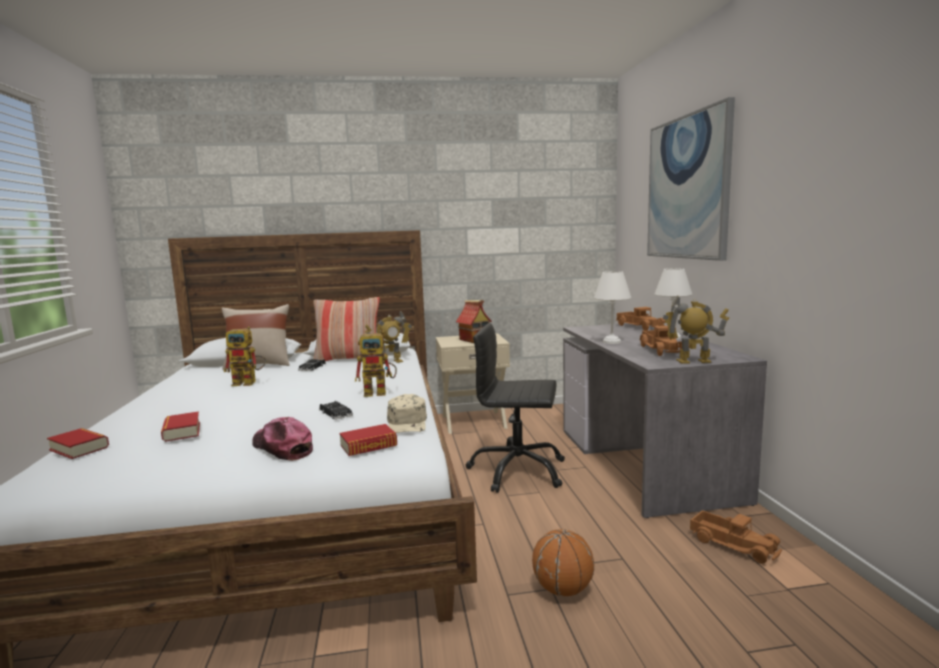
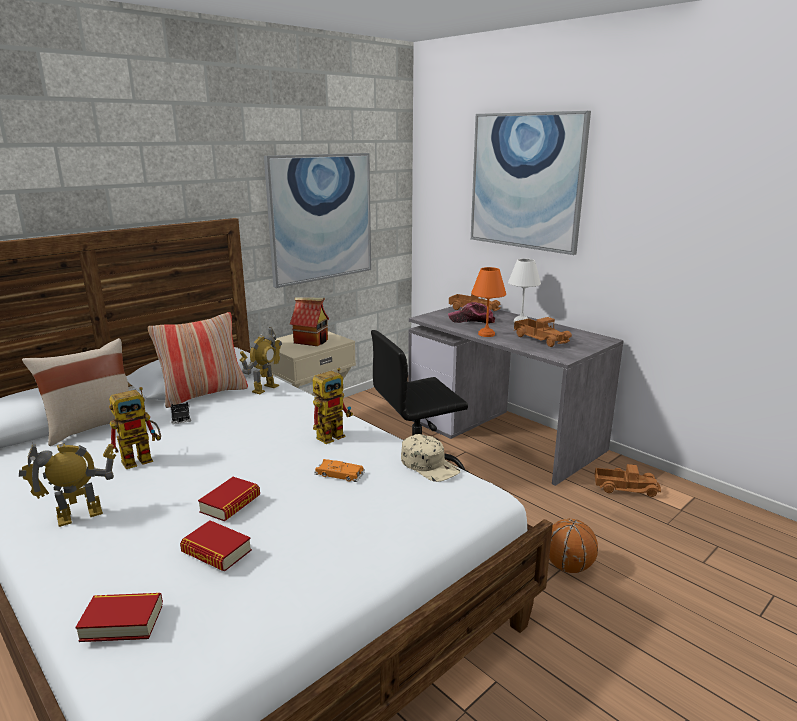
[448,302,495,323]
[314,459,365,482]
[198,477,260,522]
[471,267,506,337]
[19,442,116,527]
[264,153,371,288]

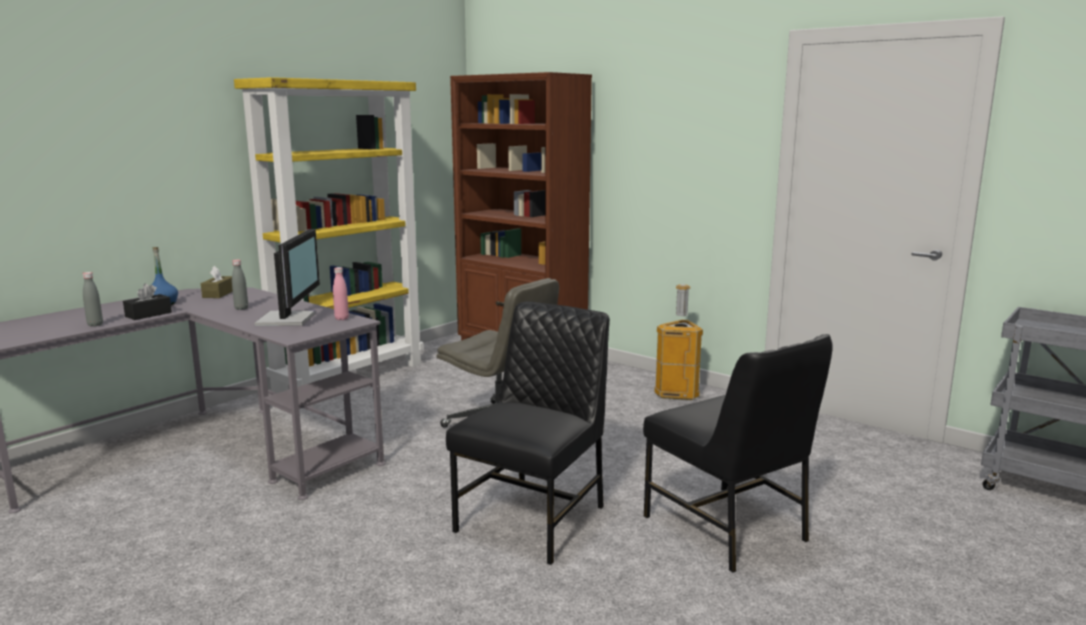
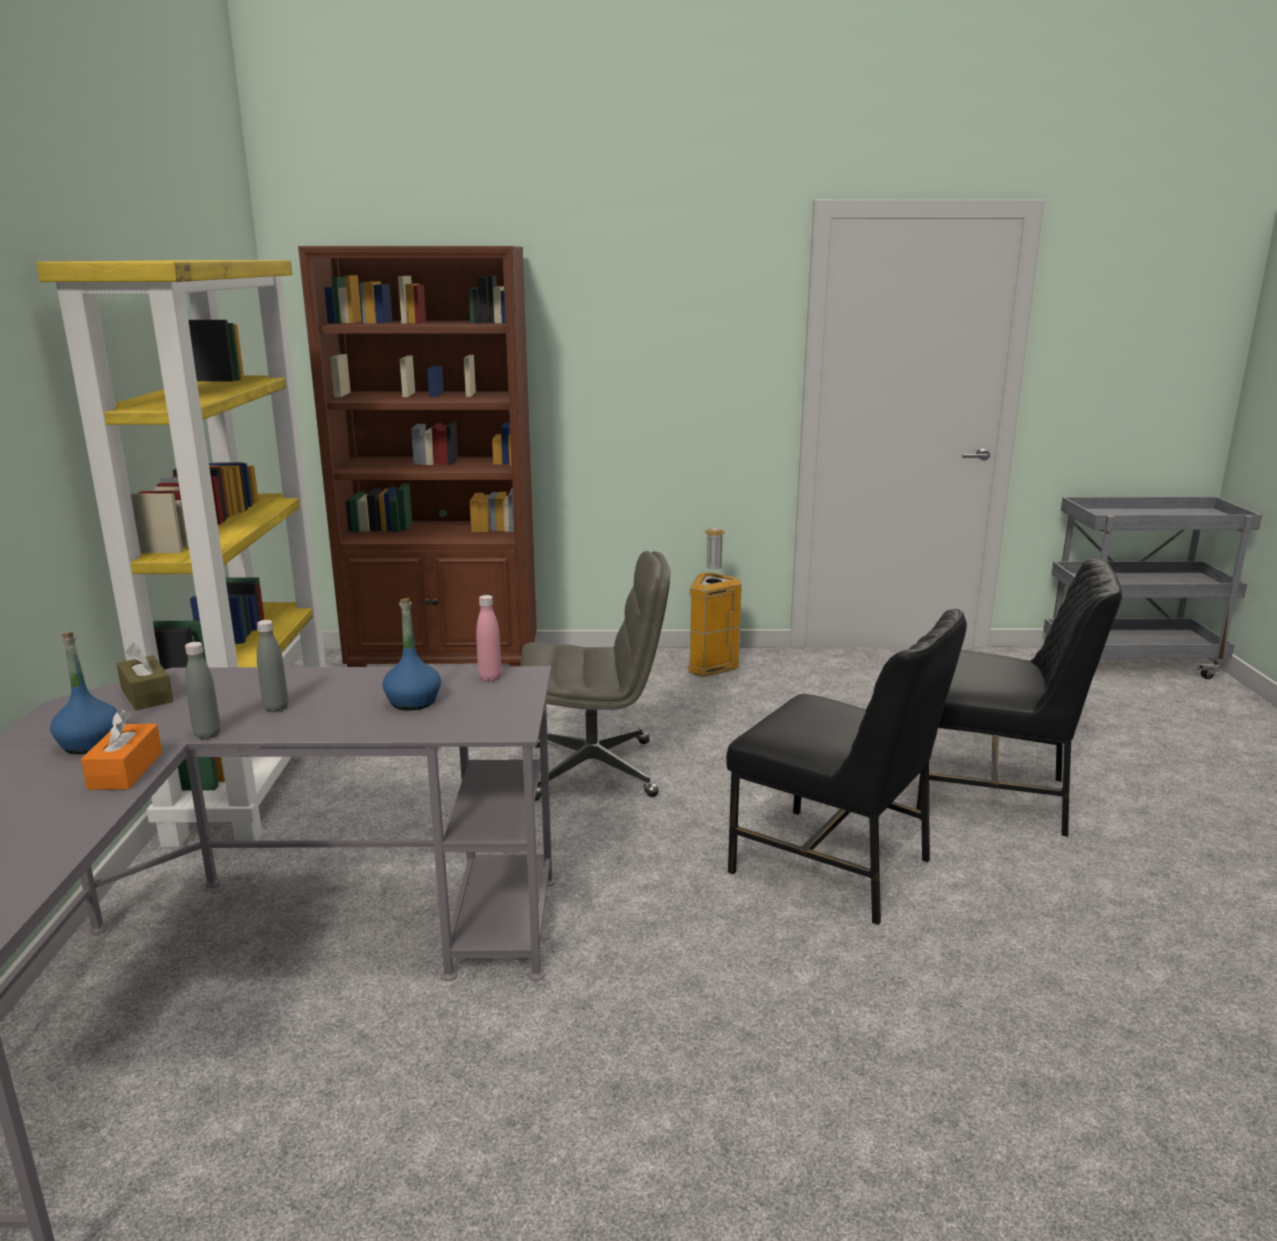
[185,642,221,739]
[81,710,162,790]
[382,598,441,711]
[726,609,967,925]

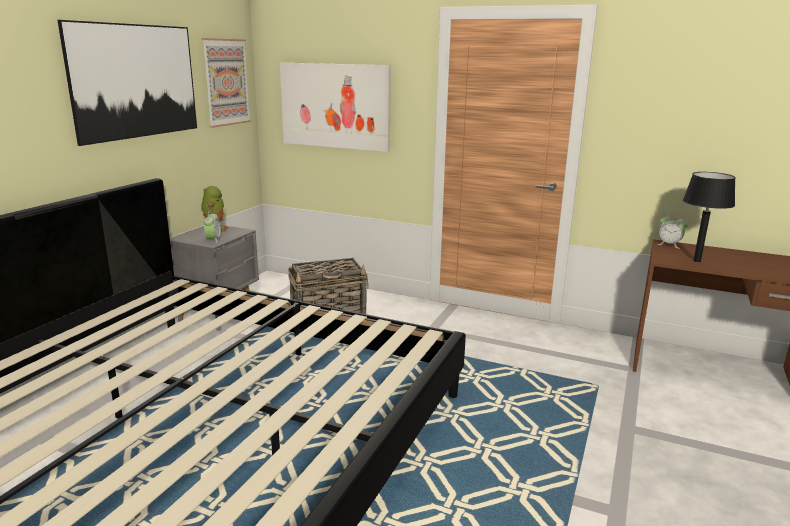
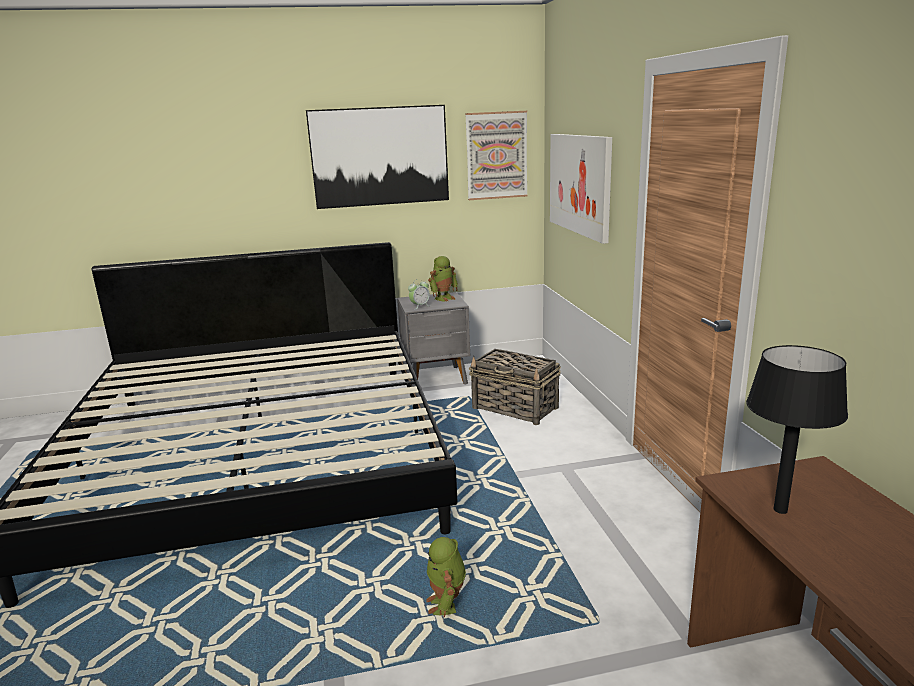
[657,213,688,249] (first image)
[426,537,466,617]

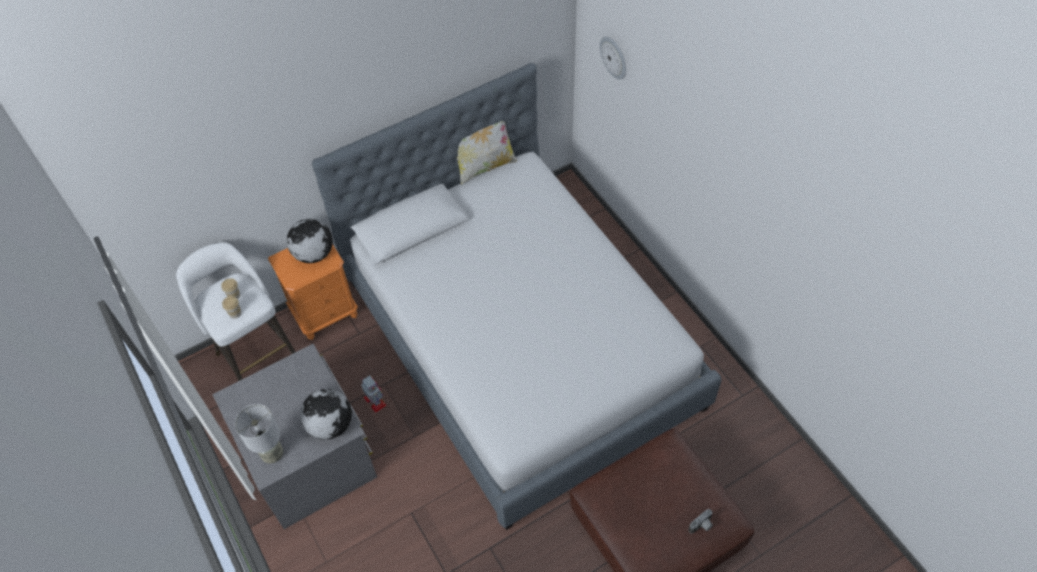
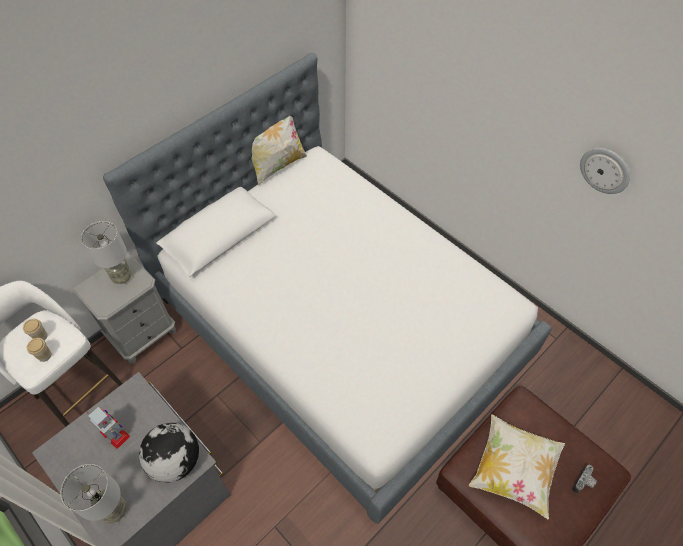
[73,253,176,363]
[81,221,132,284]
[87,407,130,449]
[580,148,630,194]
[469,414,565,520]

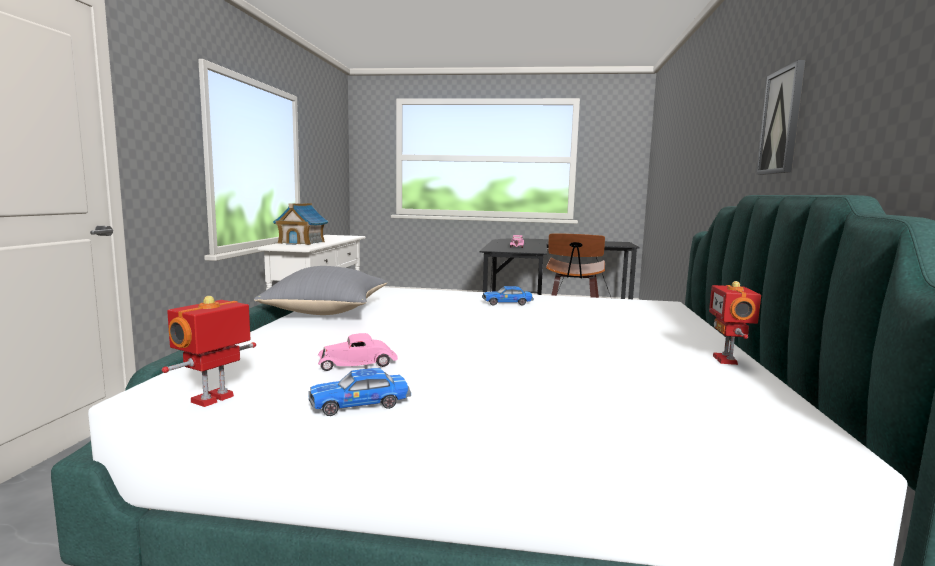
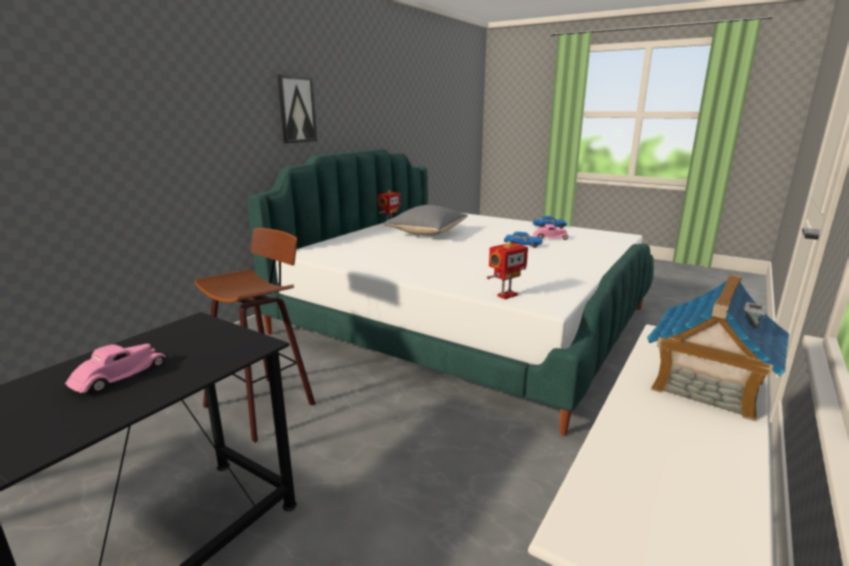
[487,241,528,299]
[383,205,468,236]
[504,232,543,248]

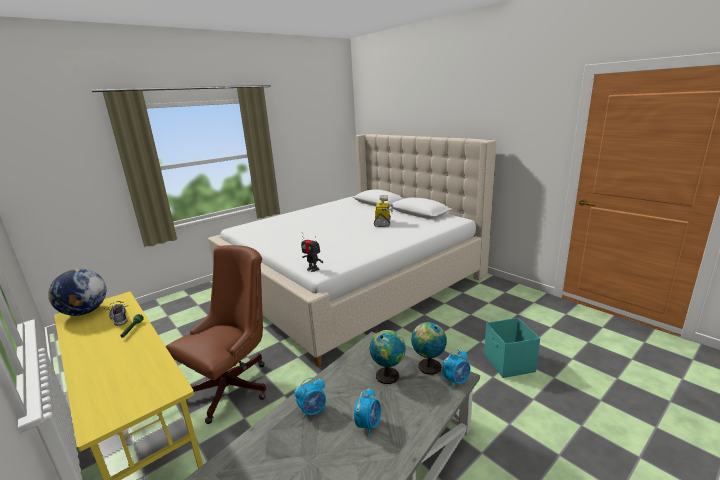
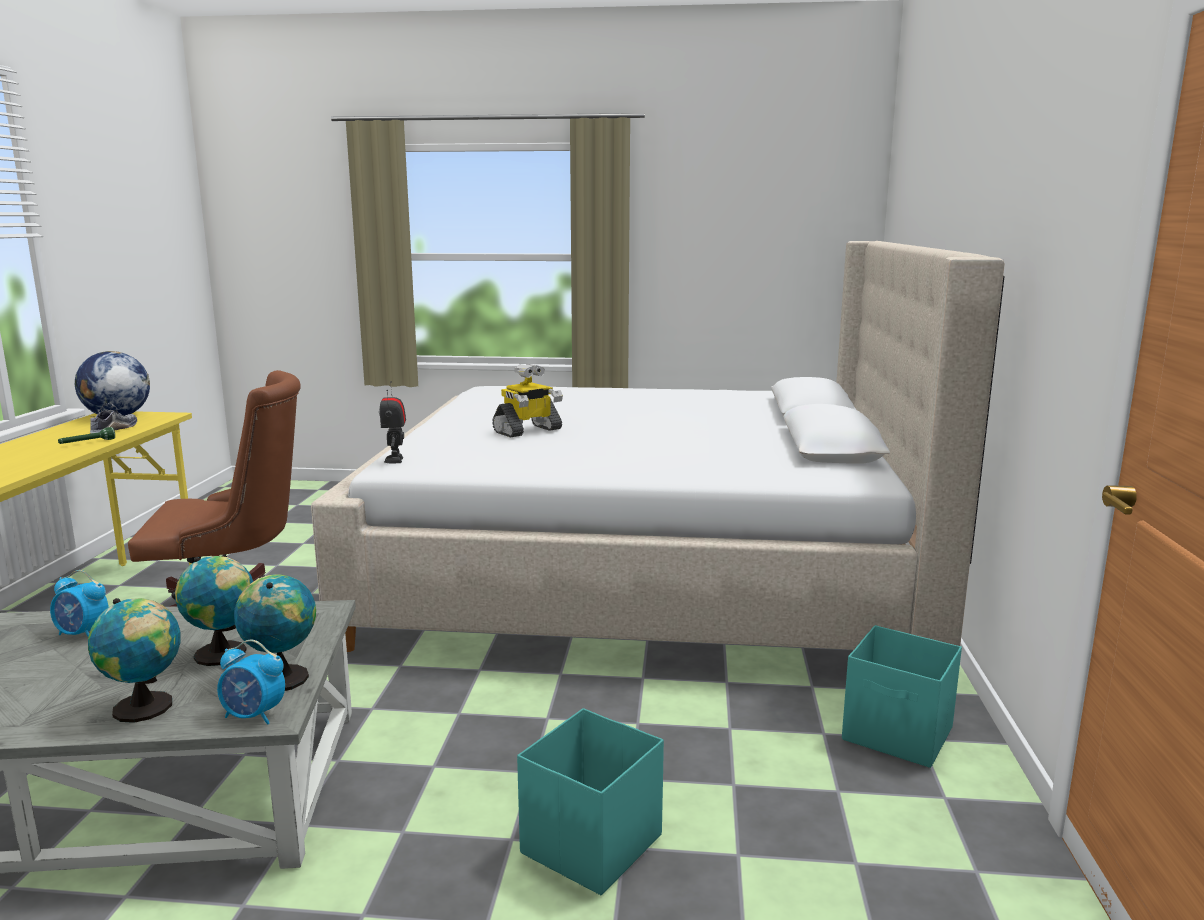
[354,388,381,436] (first image)
[492,363,563,437]
[88,598,181,723]
[842,625,962,768]

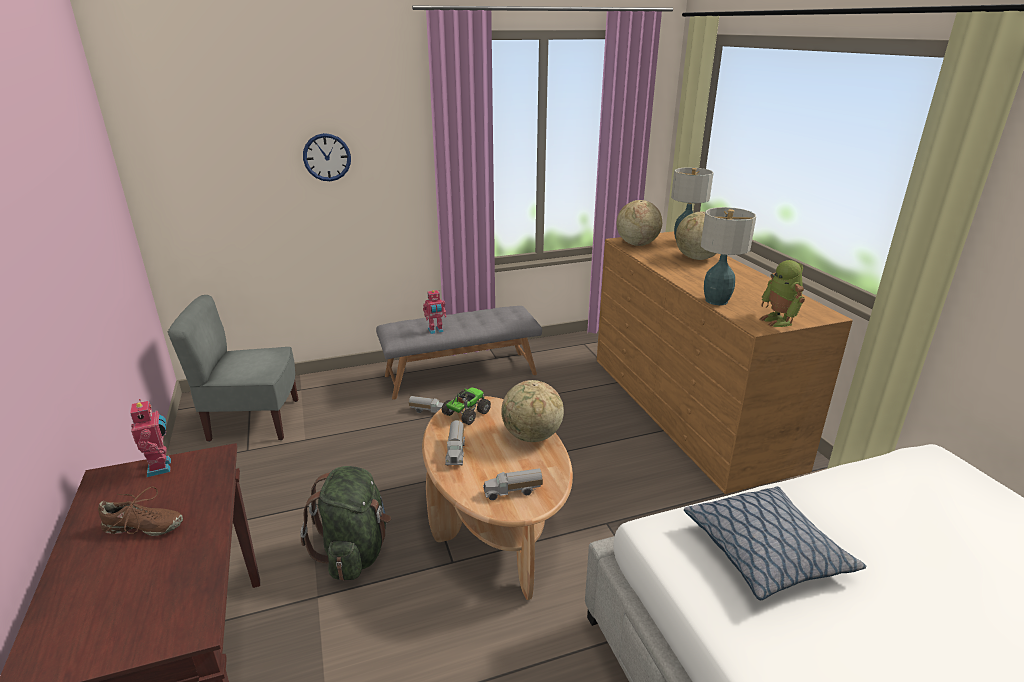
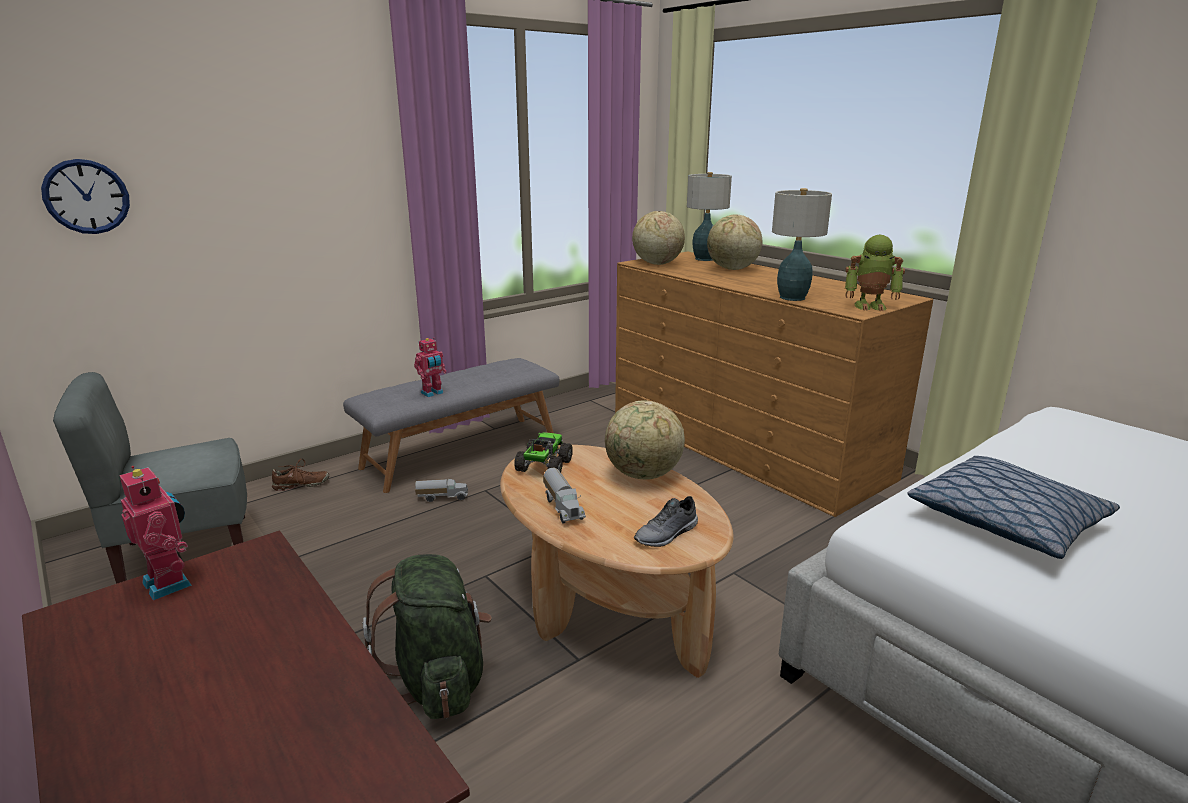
[272,459,329,491]
[41,159,130,234]
[634,496,698,547]
[845,235,905,311]

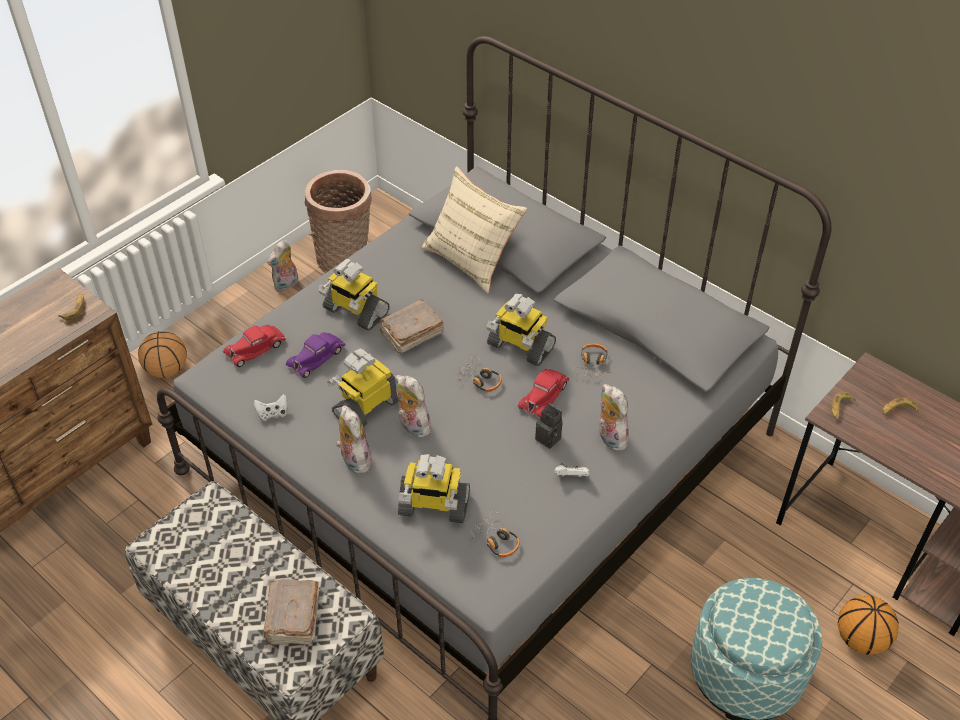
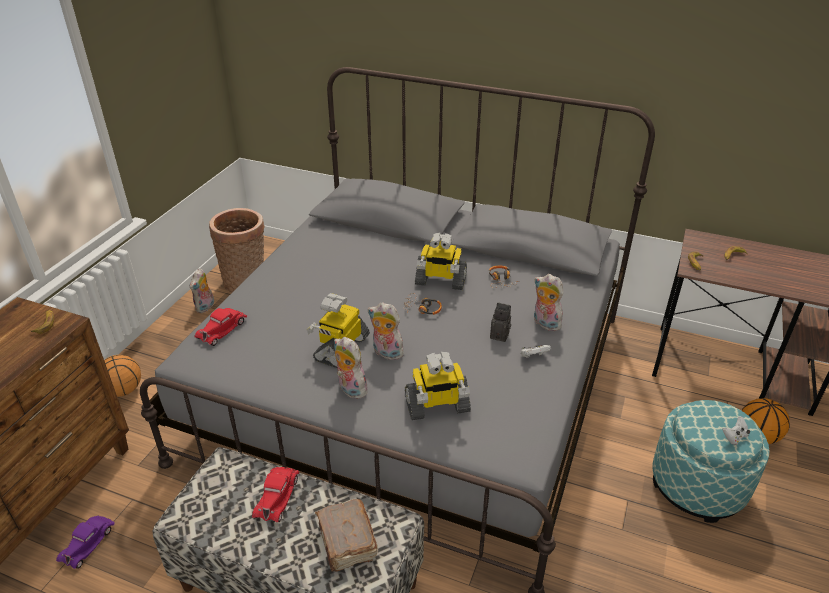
[722,416,750,445]
[56,516,115,569]
[318,259,389,331] (first image)
[379,299,444,354] (first image)
[422,166,527,293] (first image)
[470,511,520,557] (first image)
[252,467,299,522]

